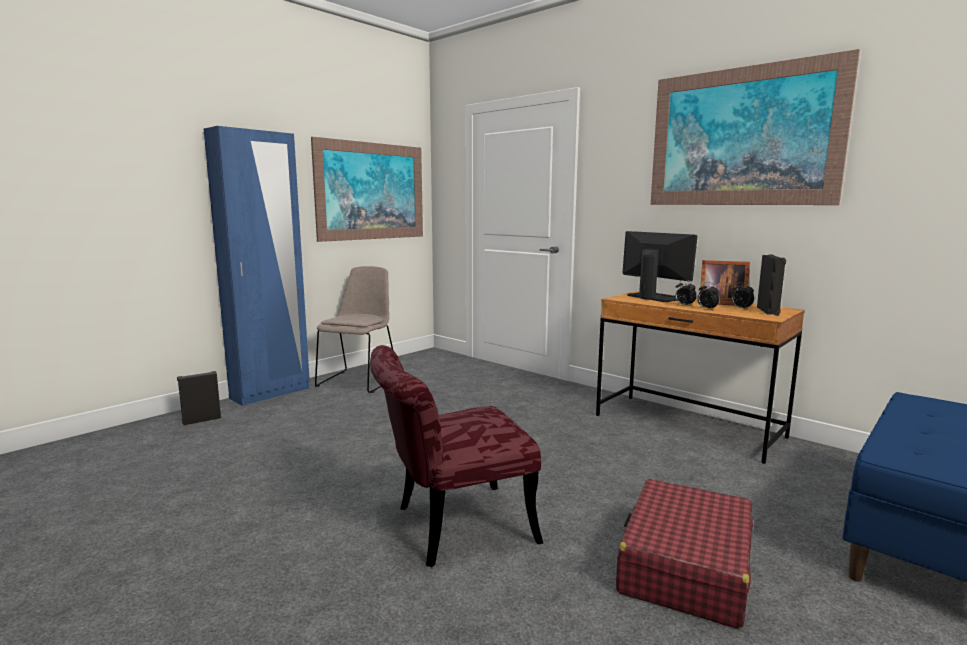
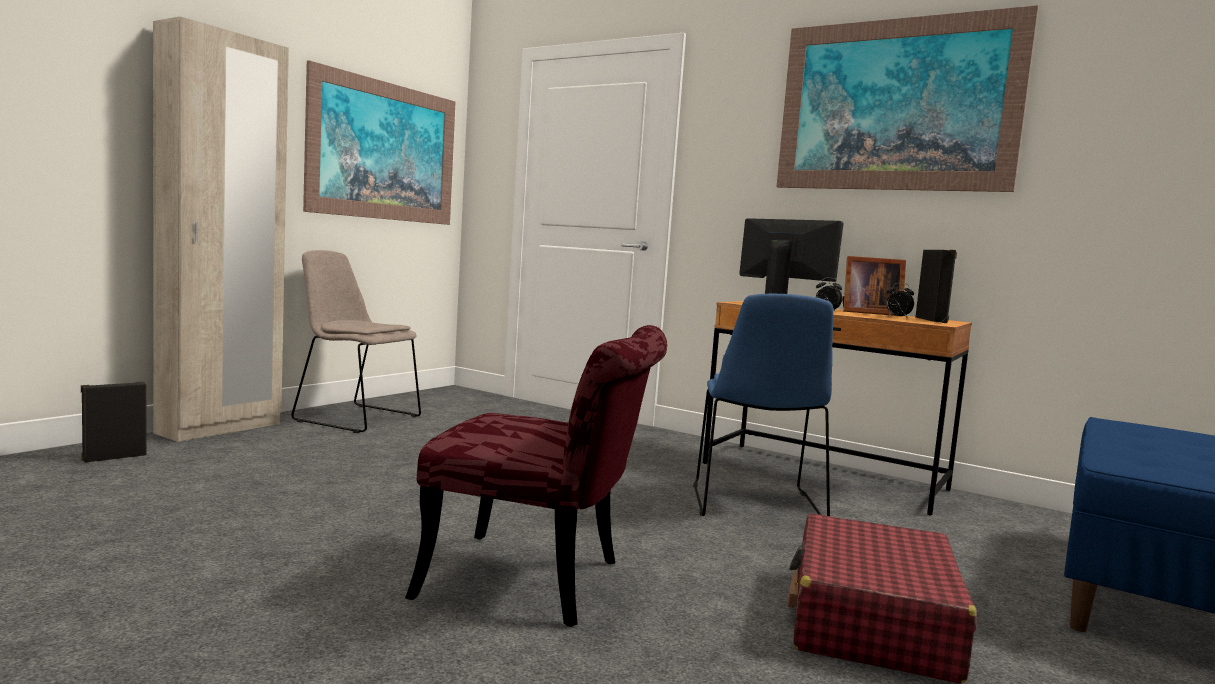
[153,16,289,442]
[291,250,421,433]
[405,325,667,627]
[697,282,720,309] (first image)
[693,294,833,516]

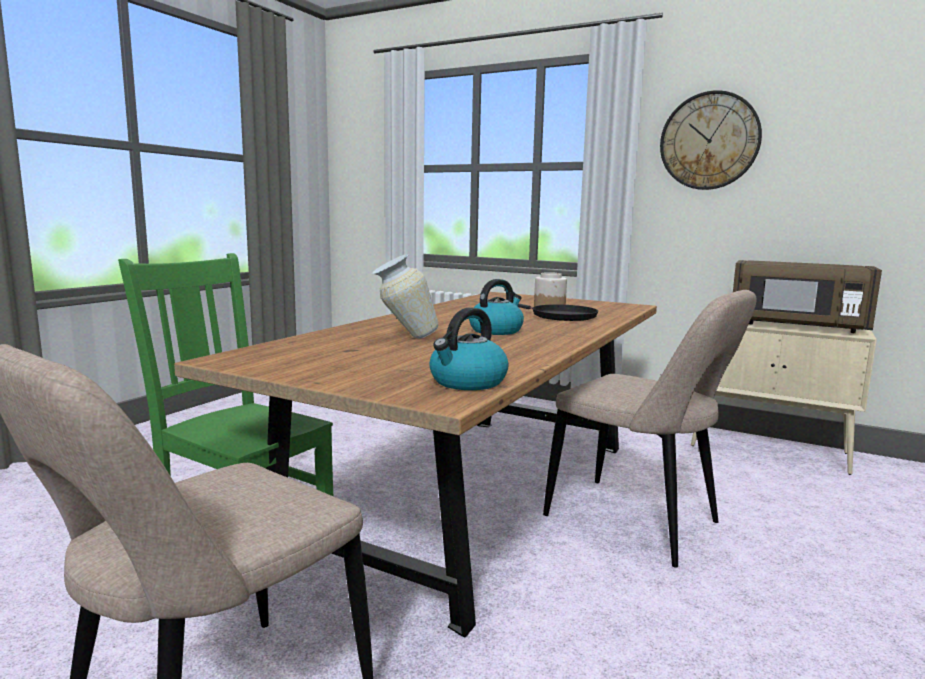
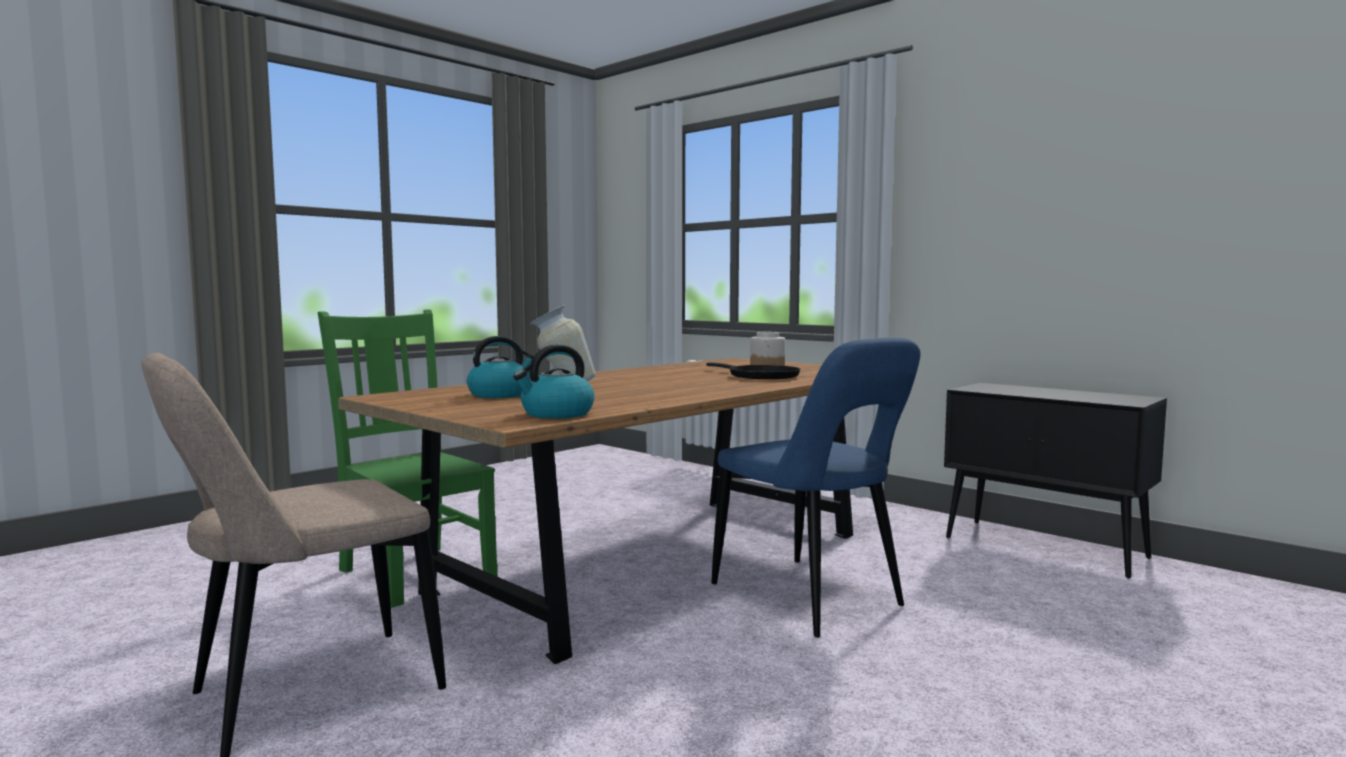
[467,336,534,398]
[711,338,921,637]
[660,90,762,190] (first image)
[944,383,1167,579]
[733,260,882,333] (first image)

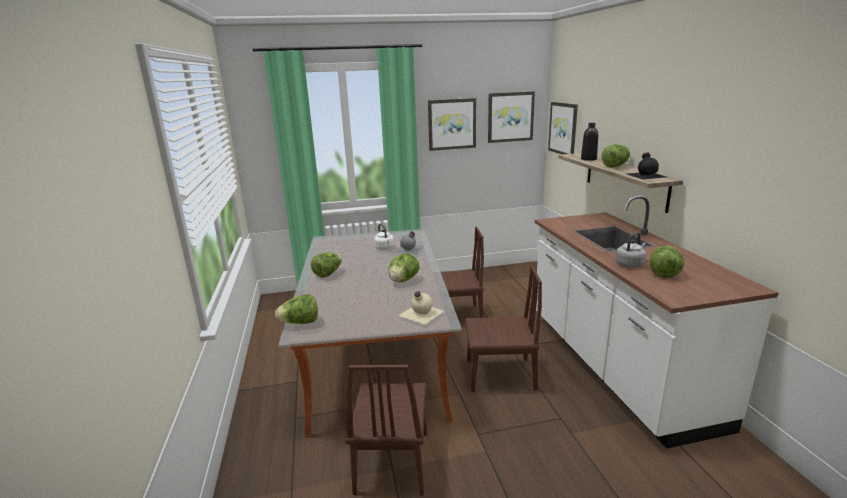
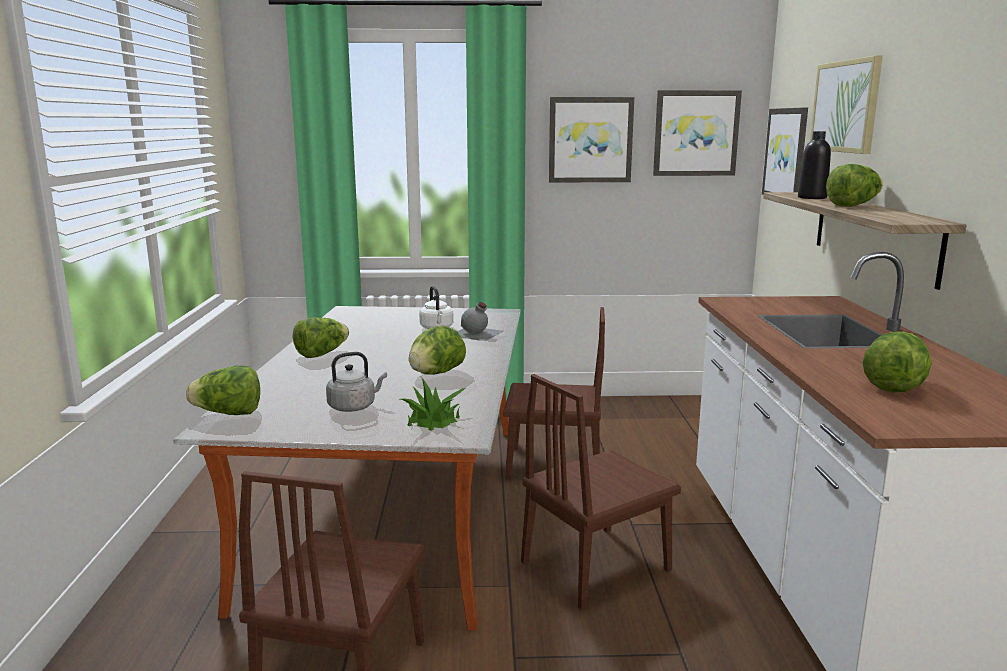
[400,377,466,431]
[521,374,681,610]
[326,352,387,412]
[627,152,666,179] (first image)
[810,55,883,154]

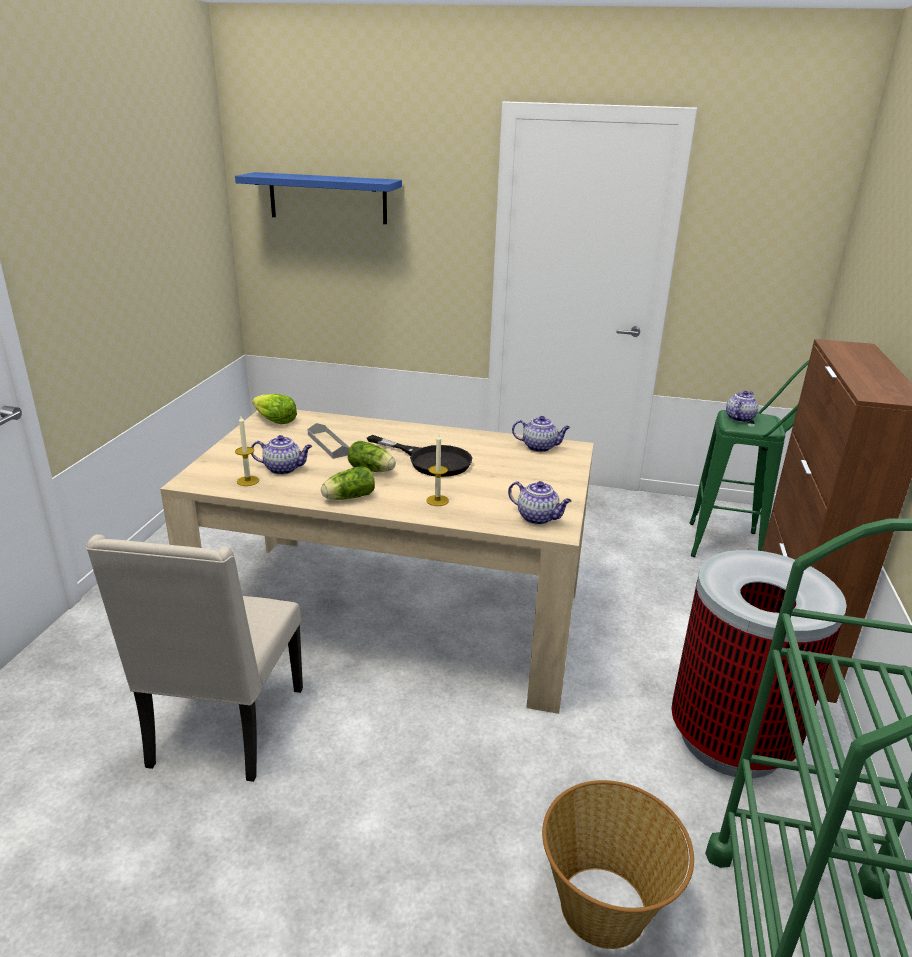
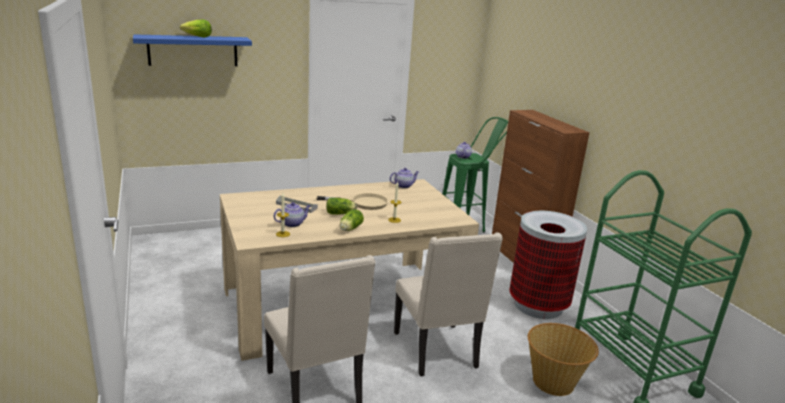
[180,20,212,37]
[316,193,389,210]
[508,481,572,525] (first image)
[394,232,503,376]

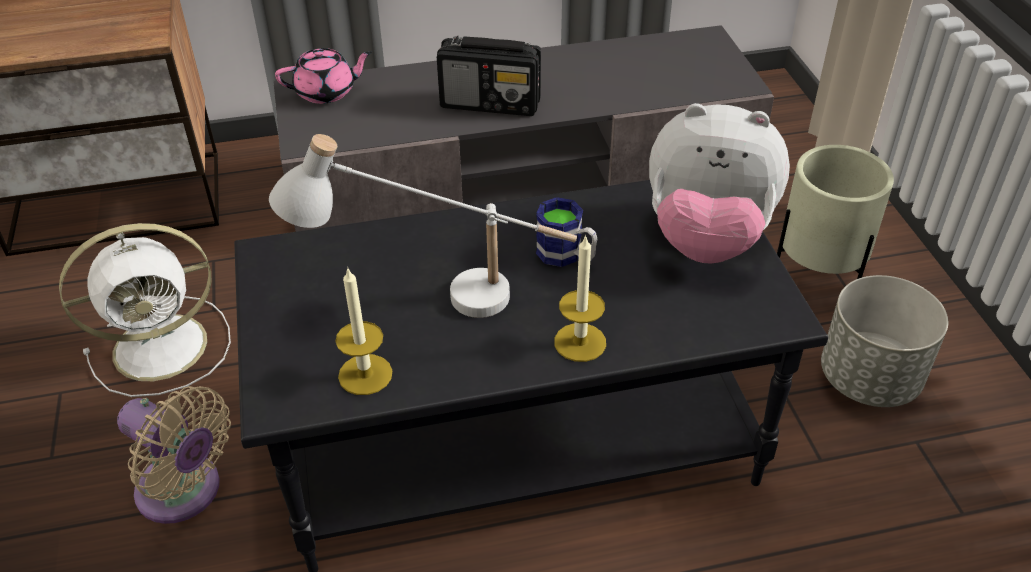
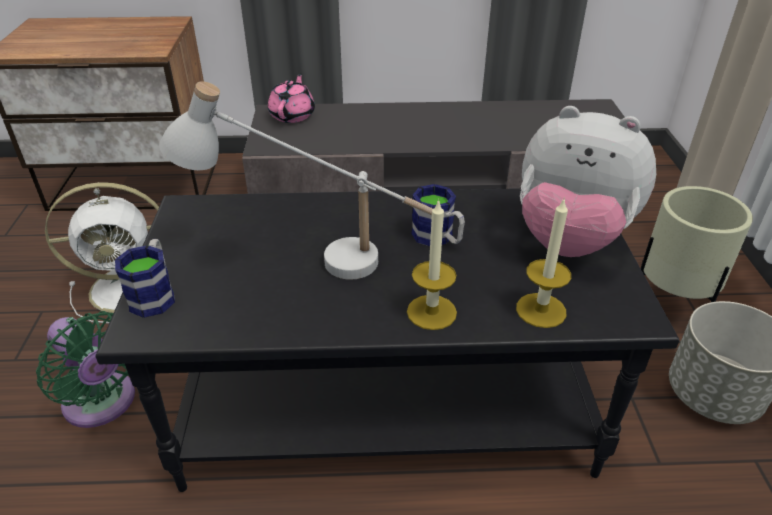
[36,311,135,428]
[268,73,315,123]
[516,197,571,328]
[437,36,541,116] (first image)
[115,239,175,318]

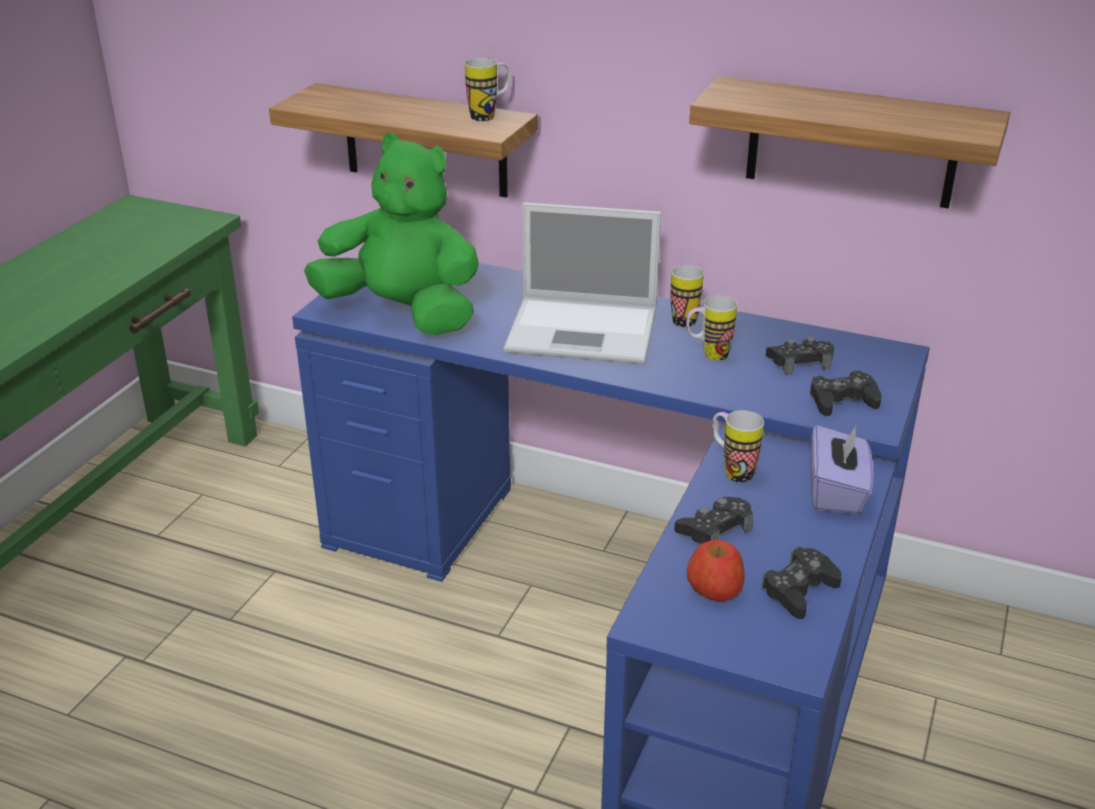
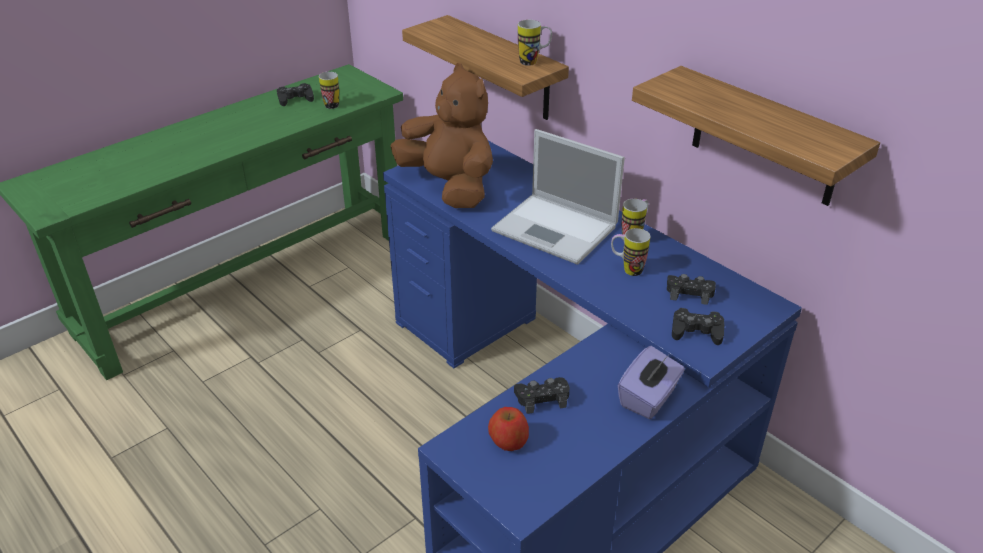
[390,63,493,208]
[319,72,339,109]
[277,83,314,106]

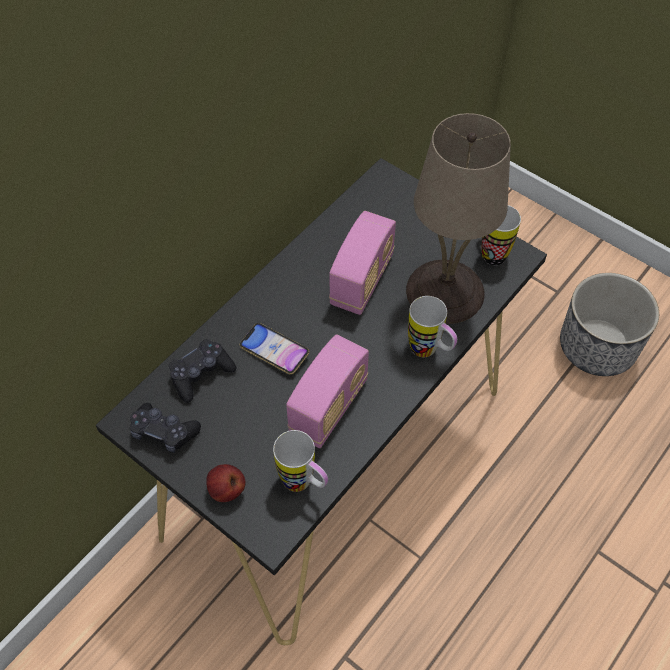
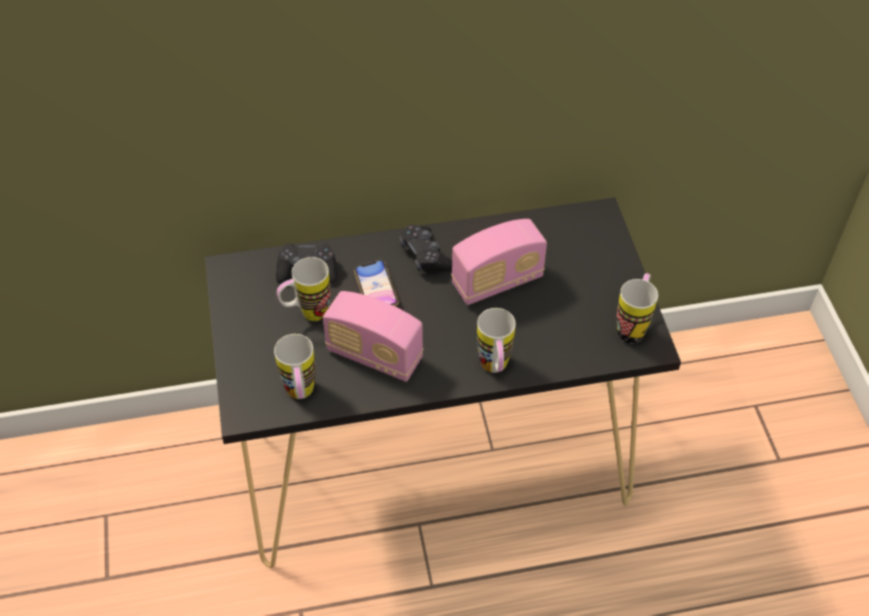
[399,225,452,272]
[206,464,245,502] (first image)
[323,291,424,382]
[406,113,511,324] (first image)
[560,273,659,376] (first image)
[277,257,330,321]

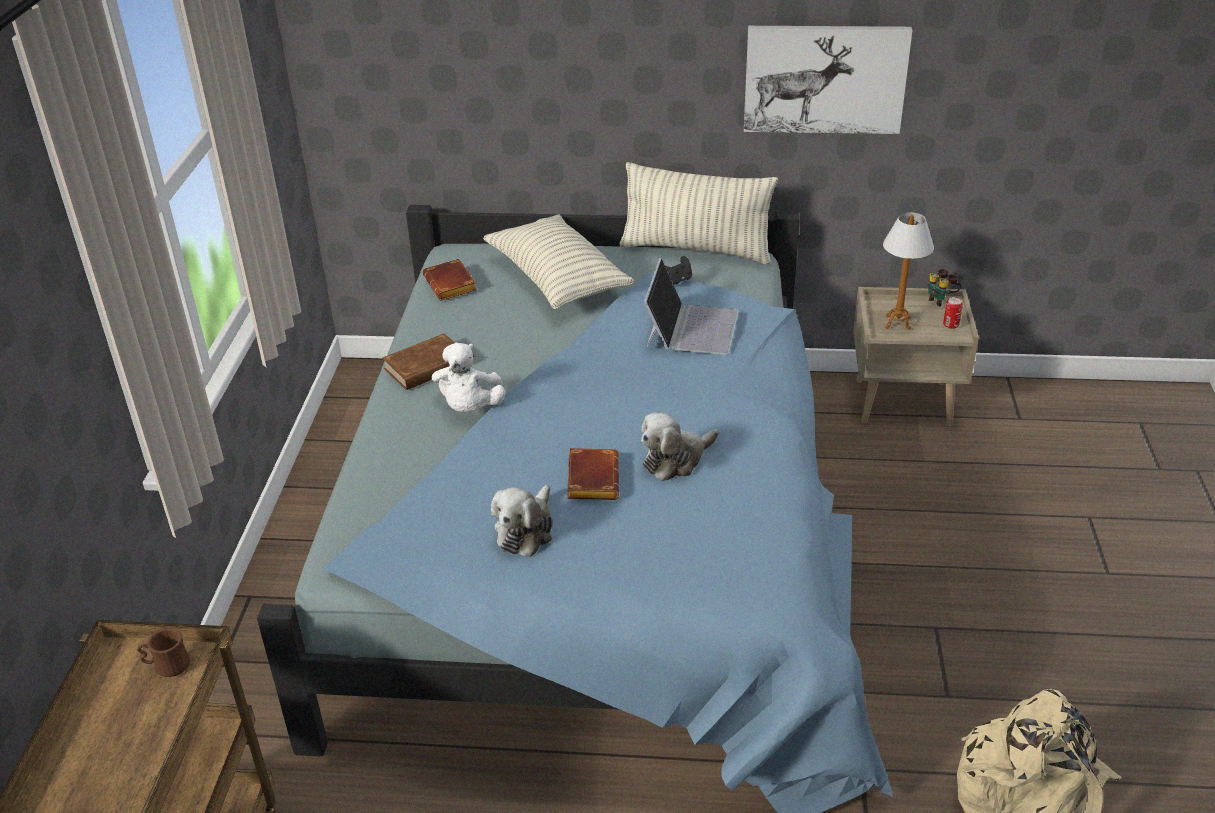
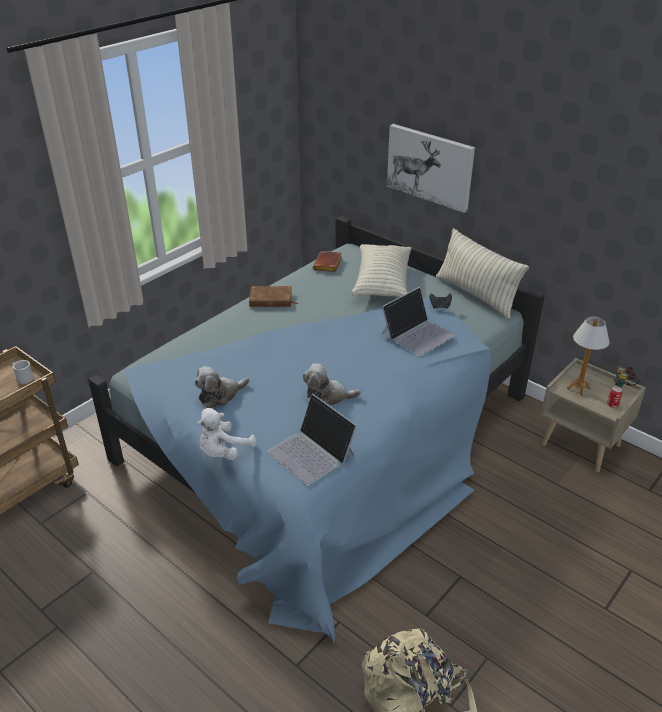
[12,360,34,384]
[197,408,257,460]
[567,448,619,500] (first image)
[387,124,475,213]
[267,394,357,486]

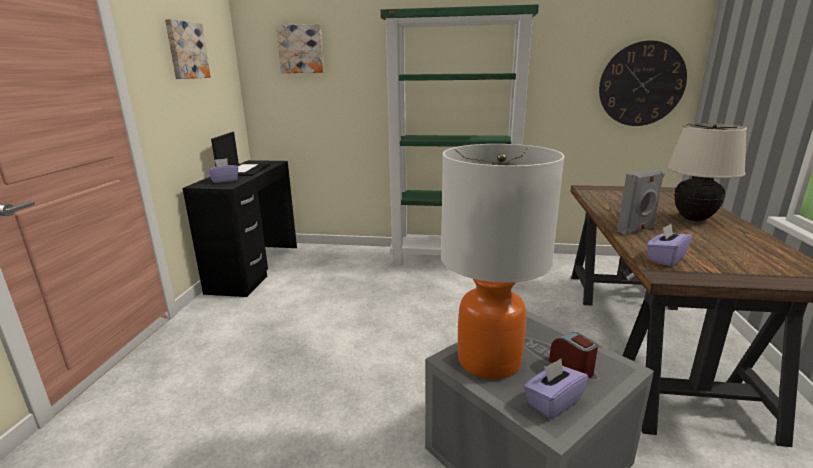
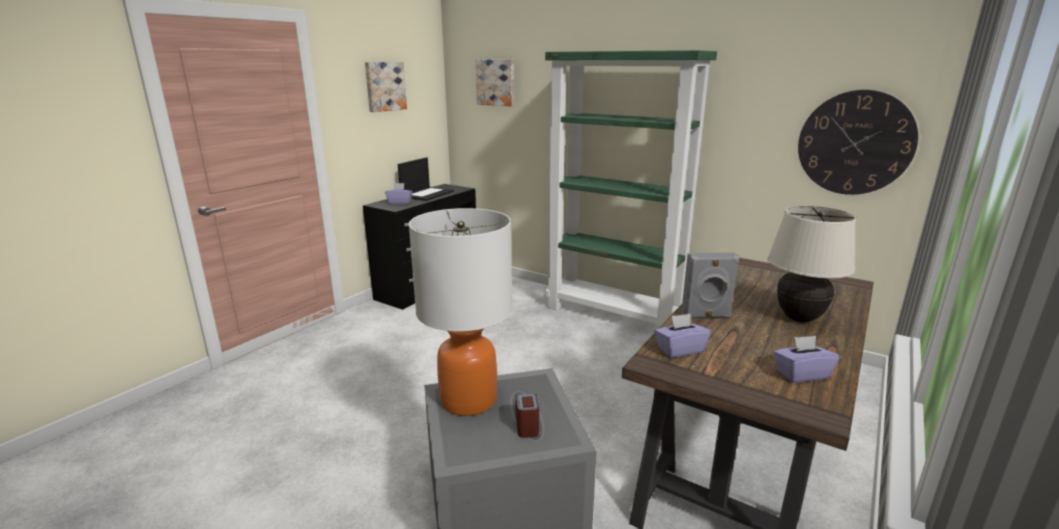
[773,336,840,382]

